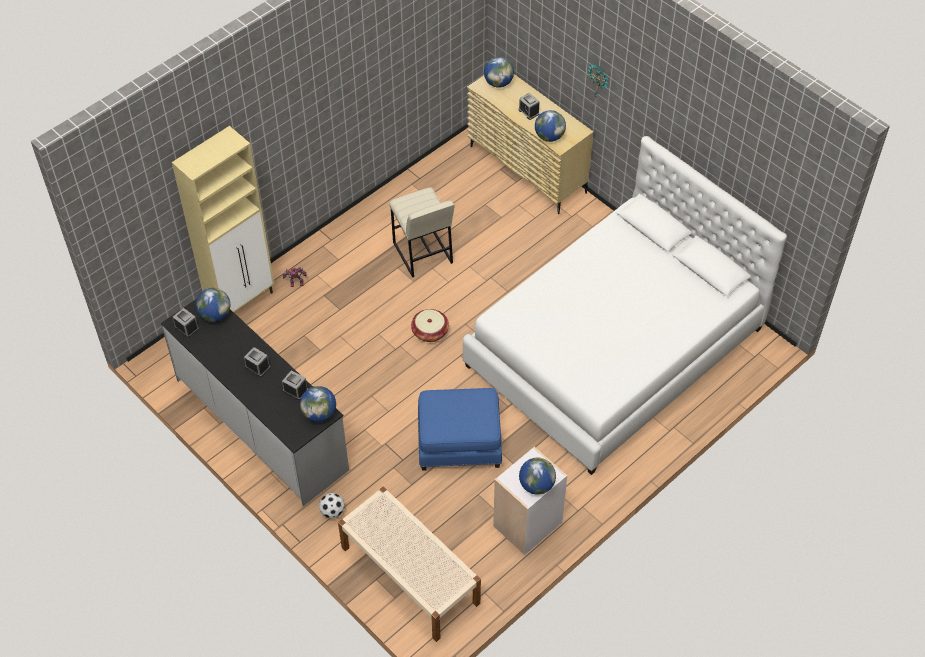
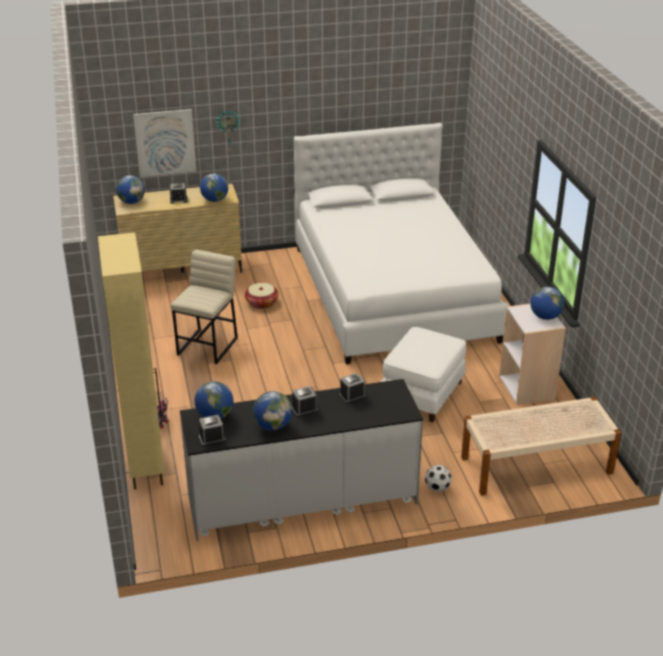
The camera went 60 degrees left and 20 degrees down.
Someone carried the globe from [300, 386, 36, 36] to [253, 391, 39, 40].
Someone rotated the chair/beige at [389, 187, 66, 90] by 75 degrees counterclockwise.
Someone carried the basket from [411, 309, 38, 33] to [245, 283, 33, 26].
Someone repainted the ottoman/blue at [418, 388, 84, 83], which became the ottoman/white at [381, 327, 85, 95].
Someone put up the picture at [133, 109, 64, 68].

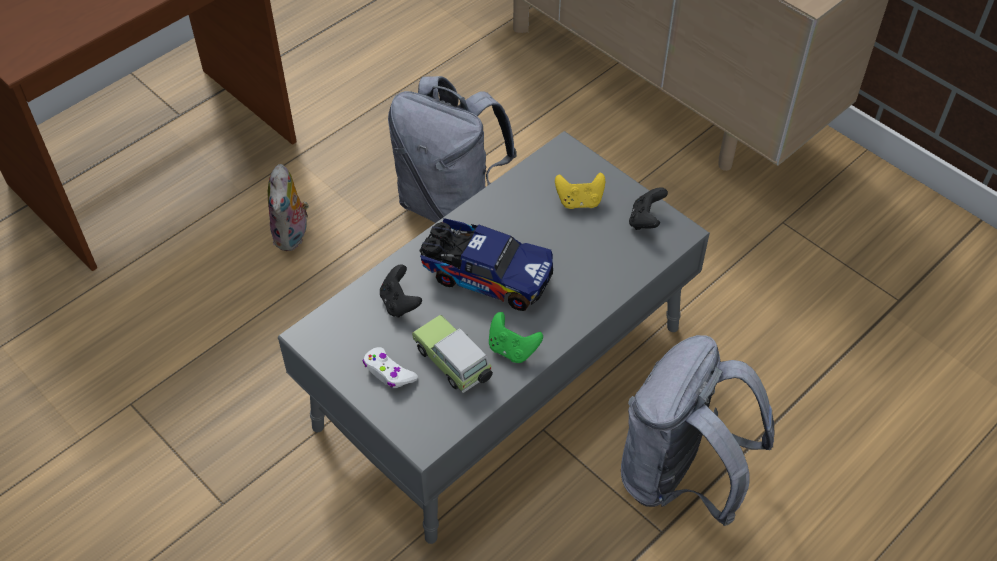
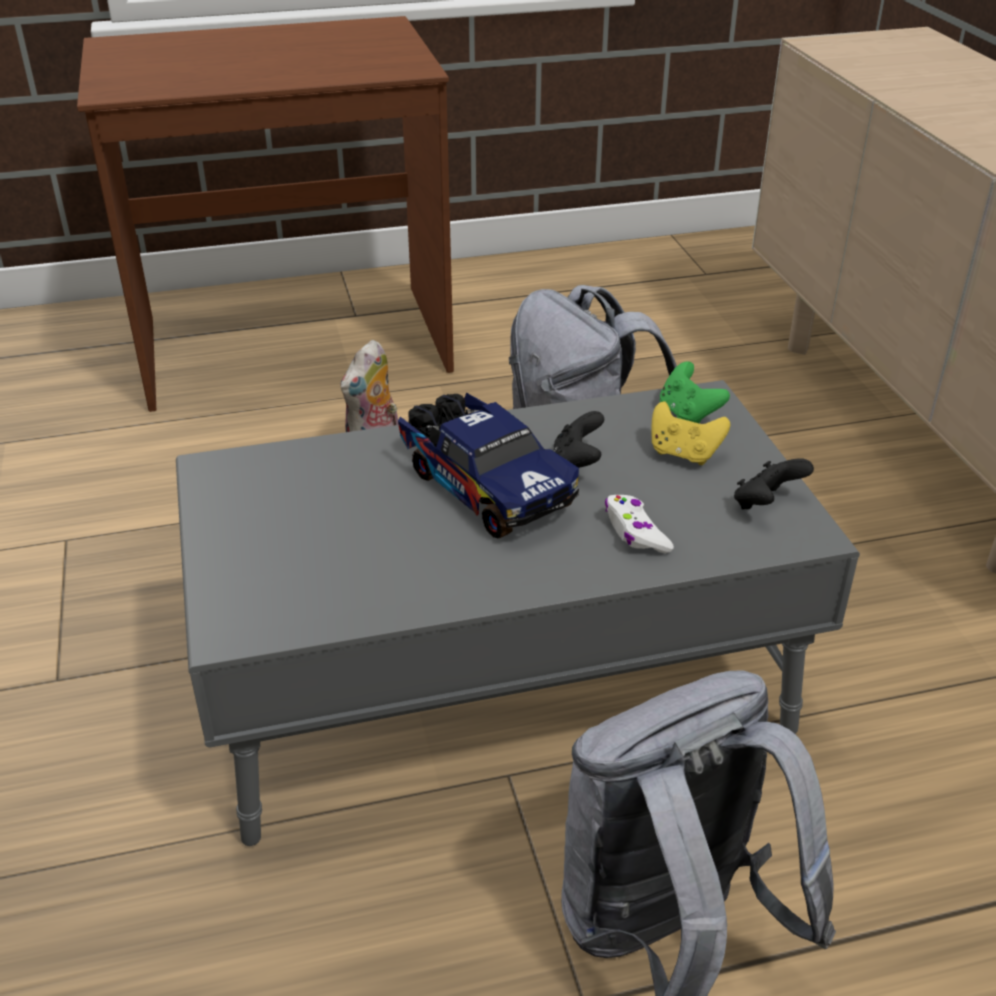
The camera went 30 degrees right and 15 degrees down.
Someone carried the game controller/white from [362, 347, 56, 41] to [605, 495, 69, 58].
Someone carried the game controller/black from [380, 264, 42, 53] to [554, 411, 50, 57].
Someone took away the toy car at [412, 314, 81, 79].
Someone carried the game controller/green from [489, 312, 54, 51] to [660, 361, 70, 62].

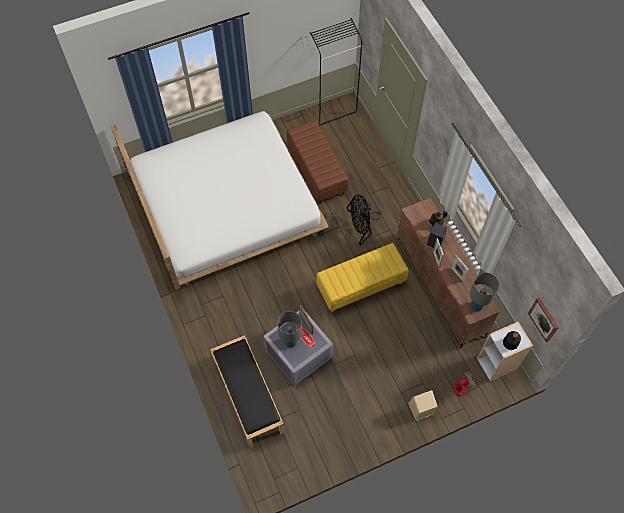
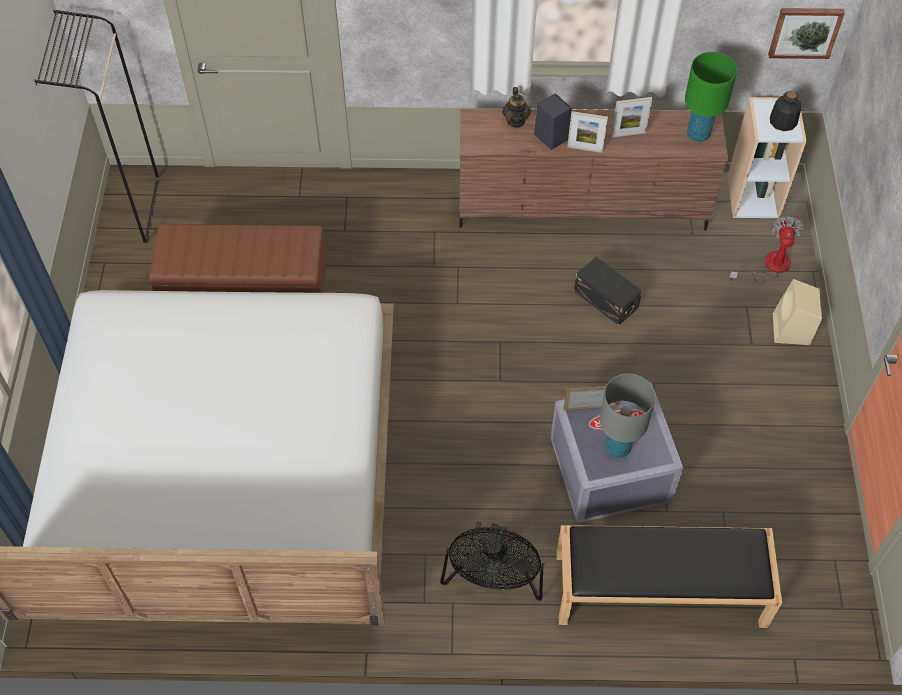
The camera went 65 degrees left and 5 degrees down.
Someone took away the ottoman/yellow at [316, 243, 93, 69].
Someone carried the fan/black from [347, 194, 35, 51] to [440, 520, 105, 81].
Someone repainted the table lamp/grey at [470, 273, 29, 38], which became the table lamp/green at [685, 52, 52, 90].
Someone put down the storage box/black at [574, 257, 68, 69].

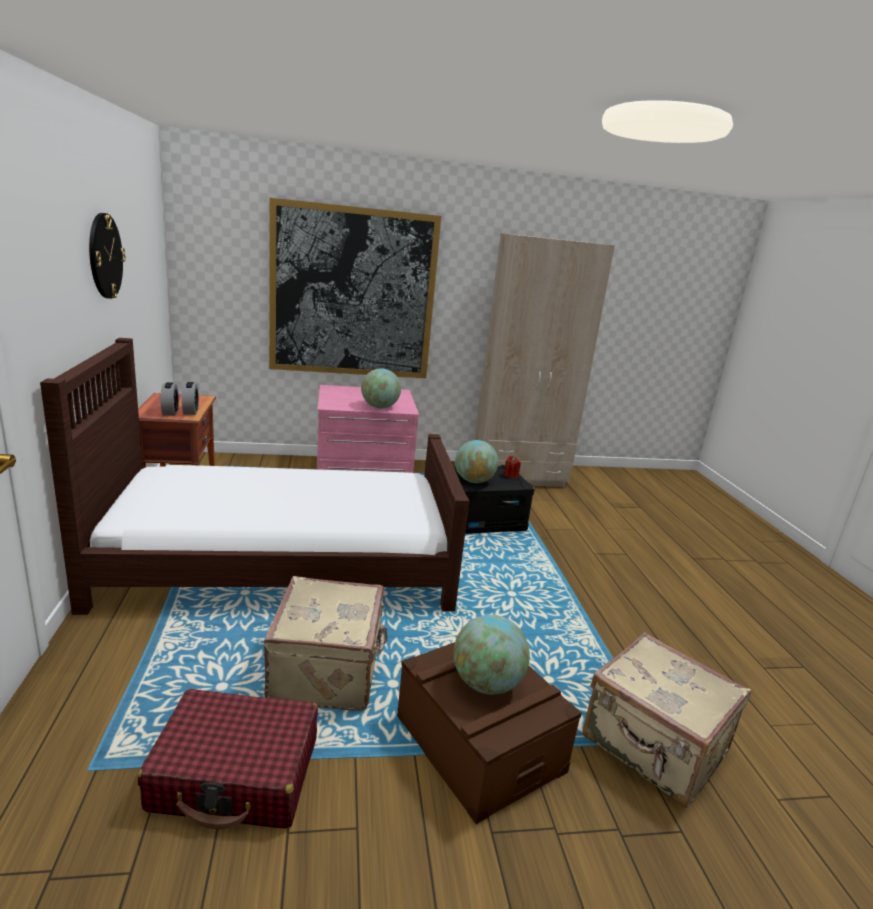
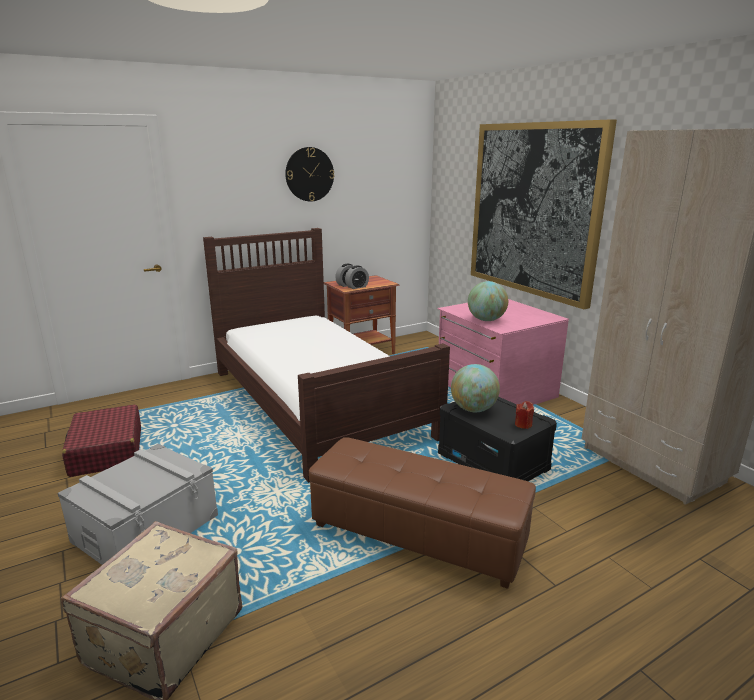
The camera went 70 degrees right and 0 degrees up.
Someone took away the suitcase/beige at [264, 576, 123, 135].
Someone repainted the storage box/brown at [397, 642, 185, 182], which became the storage box/grey at [57, 444, 161, 121].
Someone took away the globe at [454, 615, 76, 80].
Someone put down the ottoman/brown at [309, 437, 227, 152].

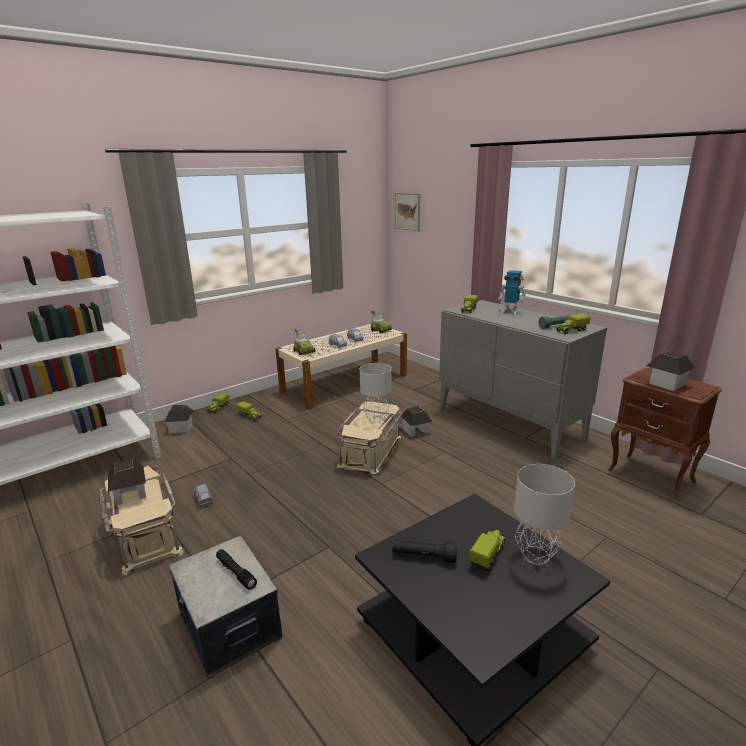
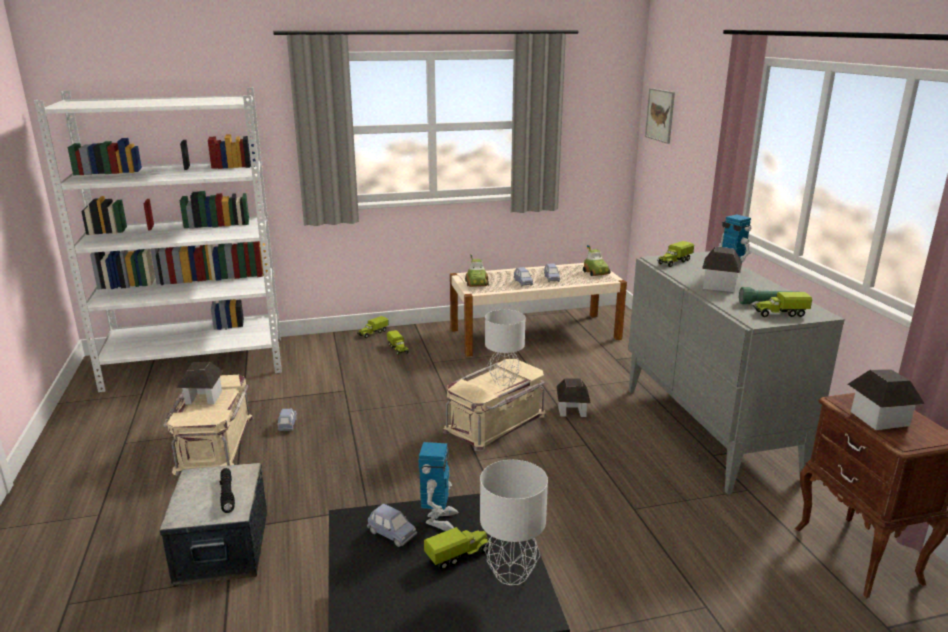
The camera went 25 degrees right and 0 degrees up.
Someone carried the toy house from [164, 404, 30, 30] to [702, 246, 40, 46].
Someone swapped the flashlight/black at [392, 539, 65, 24] for the toy car/blue at [367, 504, 50, 43].
Someone put down the toy robot at [419, 442, 40, 89].

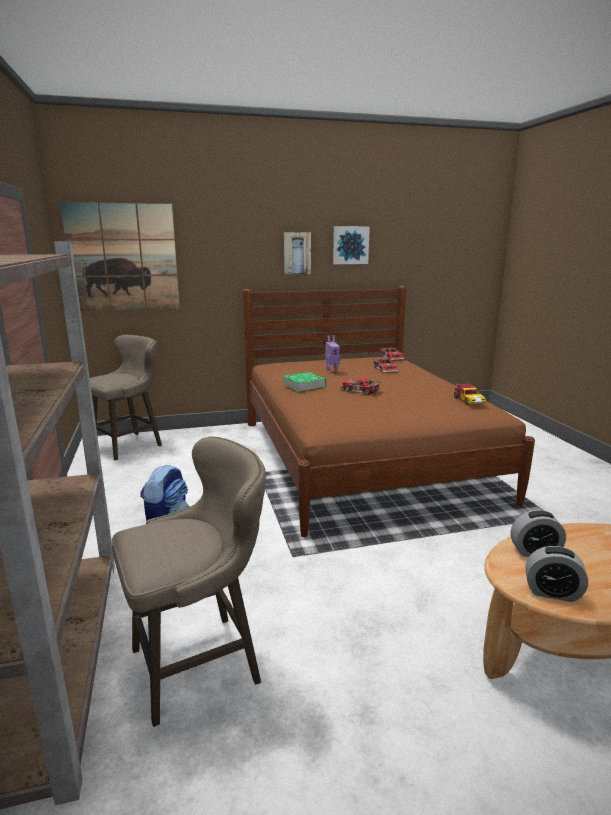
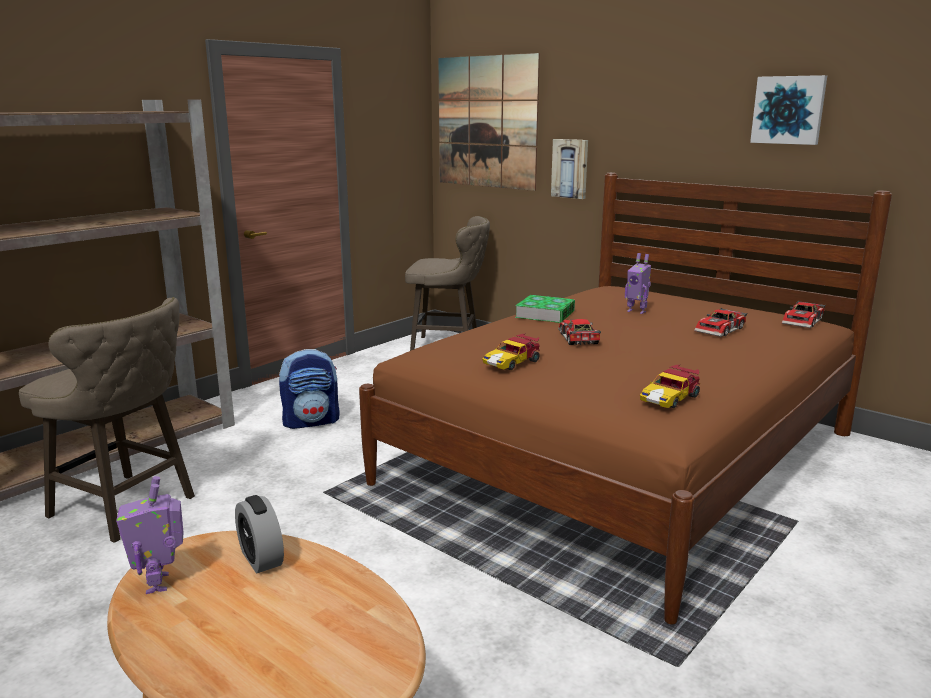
The camera went 55 degrees right and 0 degrees up.
Someone carried the picture from [284, 232, 27, 42] to [551, 139, 37, 60].
Someone swapped the alarm clock at [526, 546, 62, 56] for the toy robot at [116, 476, 68, 118].
Someone put down the toy car at [482, 333, 58, 37].

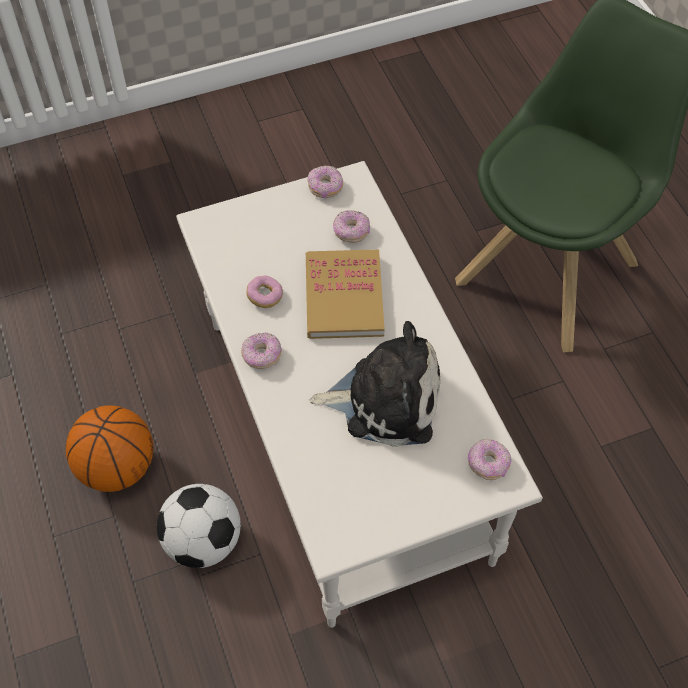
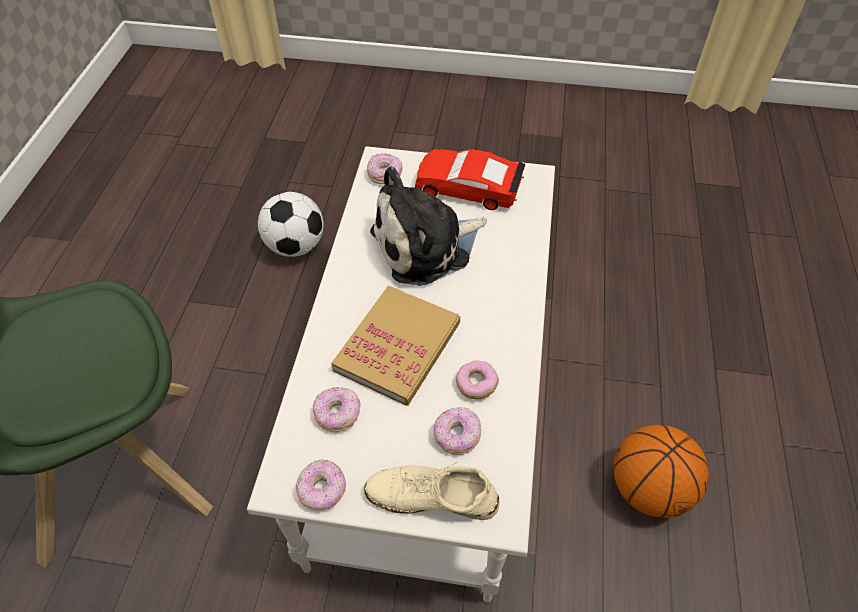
The camera went 150 degrees left and 5 degrees down.
Someone carried the football from [157, 484, 84, 84] to [258, 192, 66, 65].
Someone carried the donut from [241, 333, 41, 36] to [433, 407, 48, 48].
Someone rotated the plush toy at [309, 321, 131, 126] by 60 degrees counterclockwise.
Someone put down the shoe/beige at [364, 462, 135, 58].
Someone put down the toy car/red at [415, 149, 110, 61].

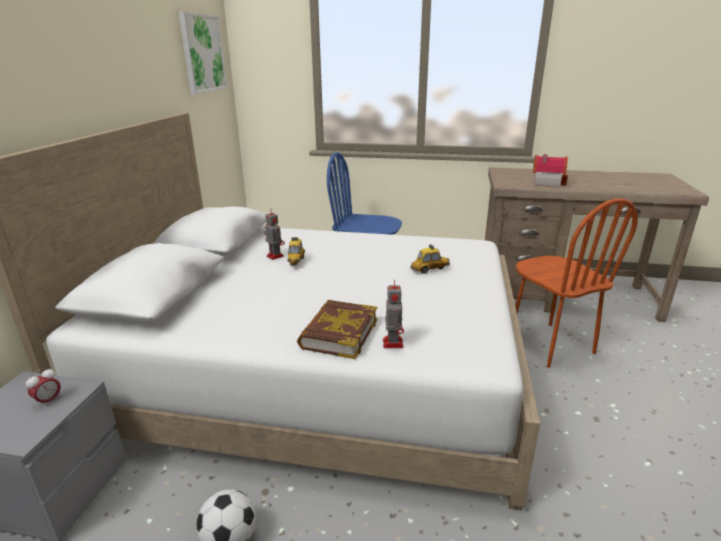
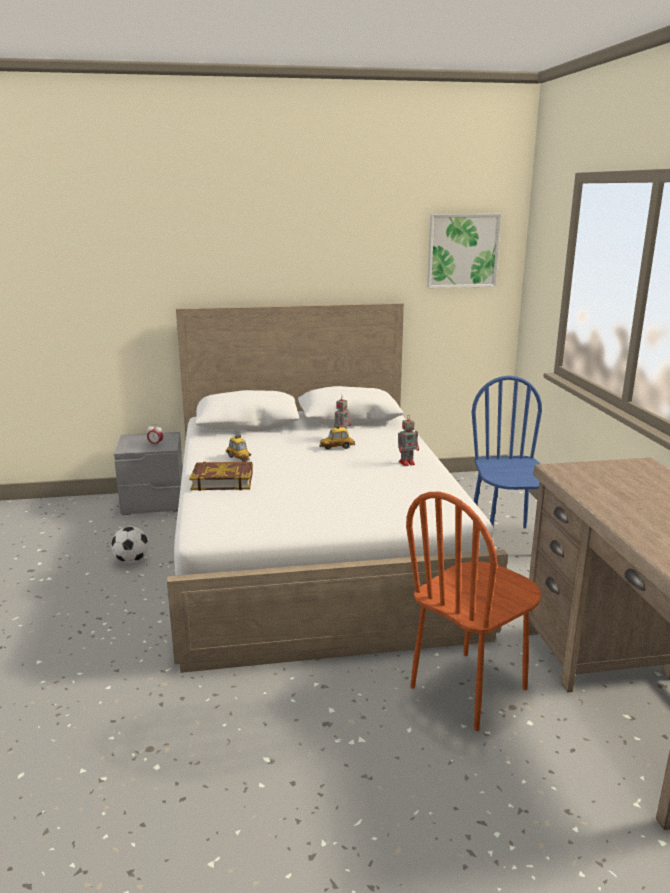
The camera went 70 degrees right and 5 degrees down.
Someone carried the toy robot from [383, 280, 21, 68] to [398, 415, 21, 51].
Someone carried the toy car from [410, 244, 40, 30] to [226, 434, 25, 28].
Someone took away the toy house at [533, 154, 35, 33].

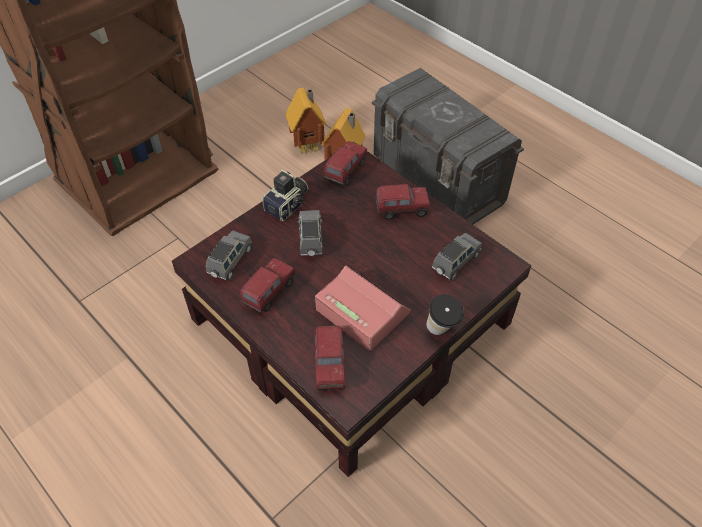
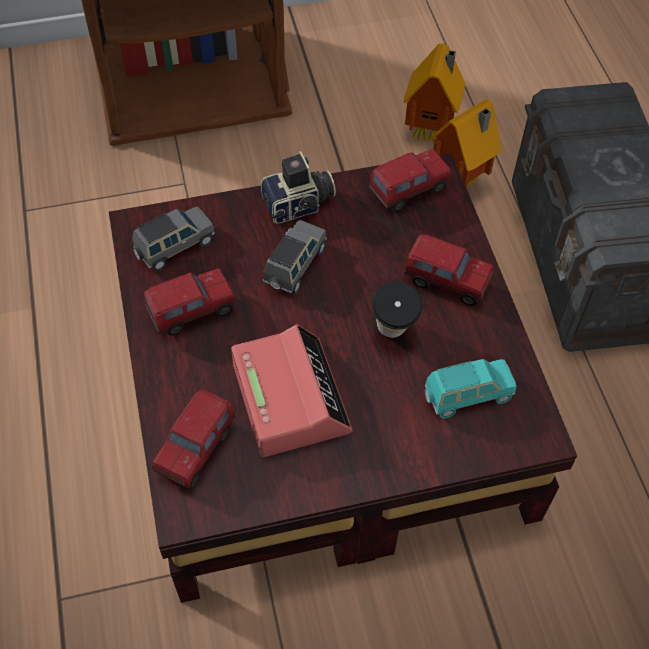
The camera went 30 degrees right and 5 degrees up.
Someone carried the cup from [426, 294, 38, 41] to [372, 282, 51, 56].
Someone repainted the toy car/grey at [432, 233, 50, 48], which became the toy car/turquoise at [425, 359, 92, 60].

